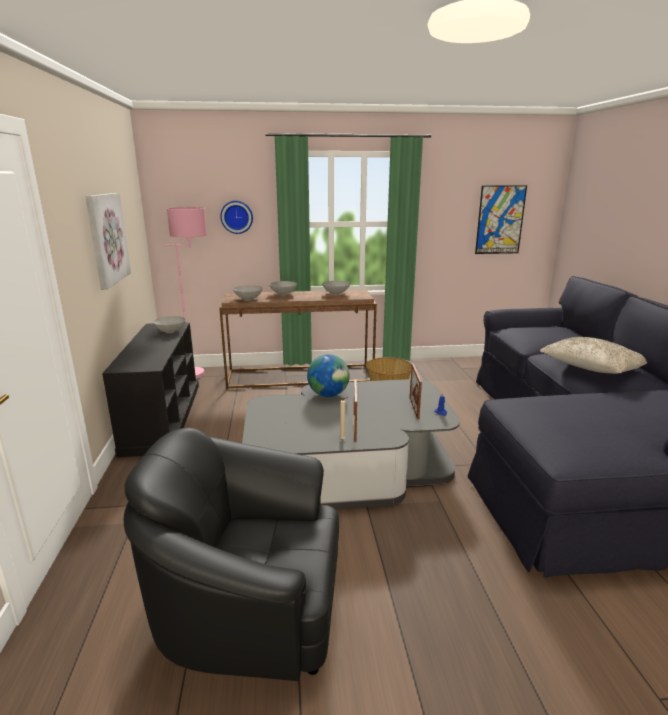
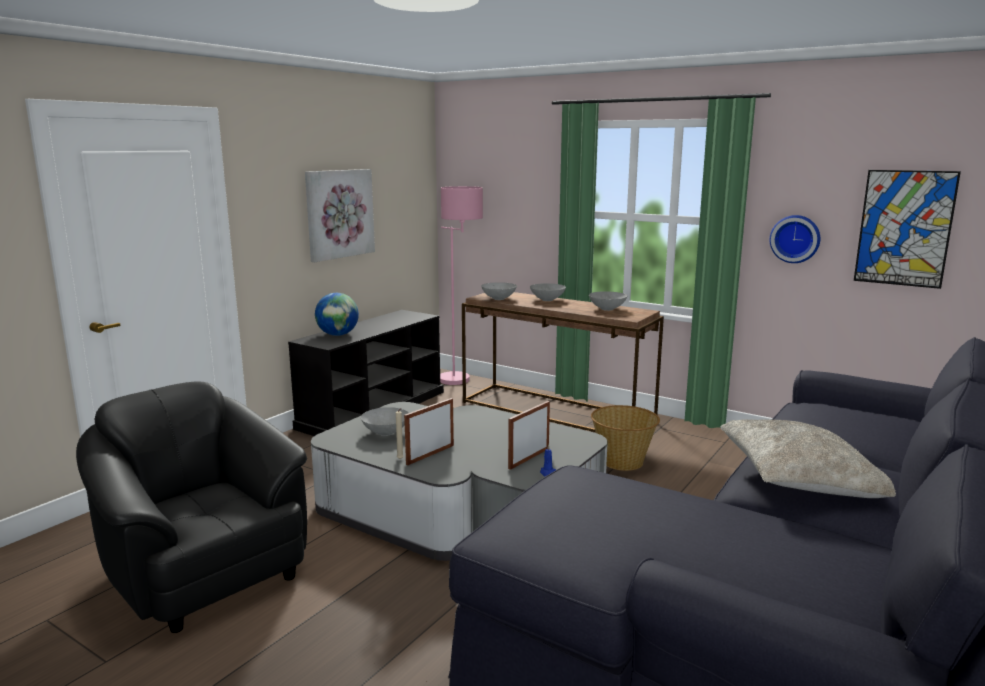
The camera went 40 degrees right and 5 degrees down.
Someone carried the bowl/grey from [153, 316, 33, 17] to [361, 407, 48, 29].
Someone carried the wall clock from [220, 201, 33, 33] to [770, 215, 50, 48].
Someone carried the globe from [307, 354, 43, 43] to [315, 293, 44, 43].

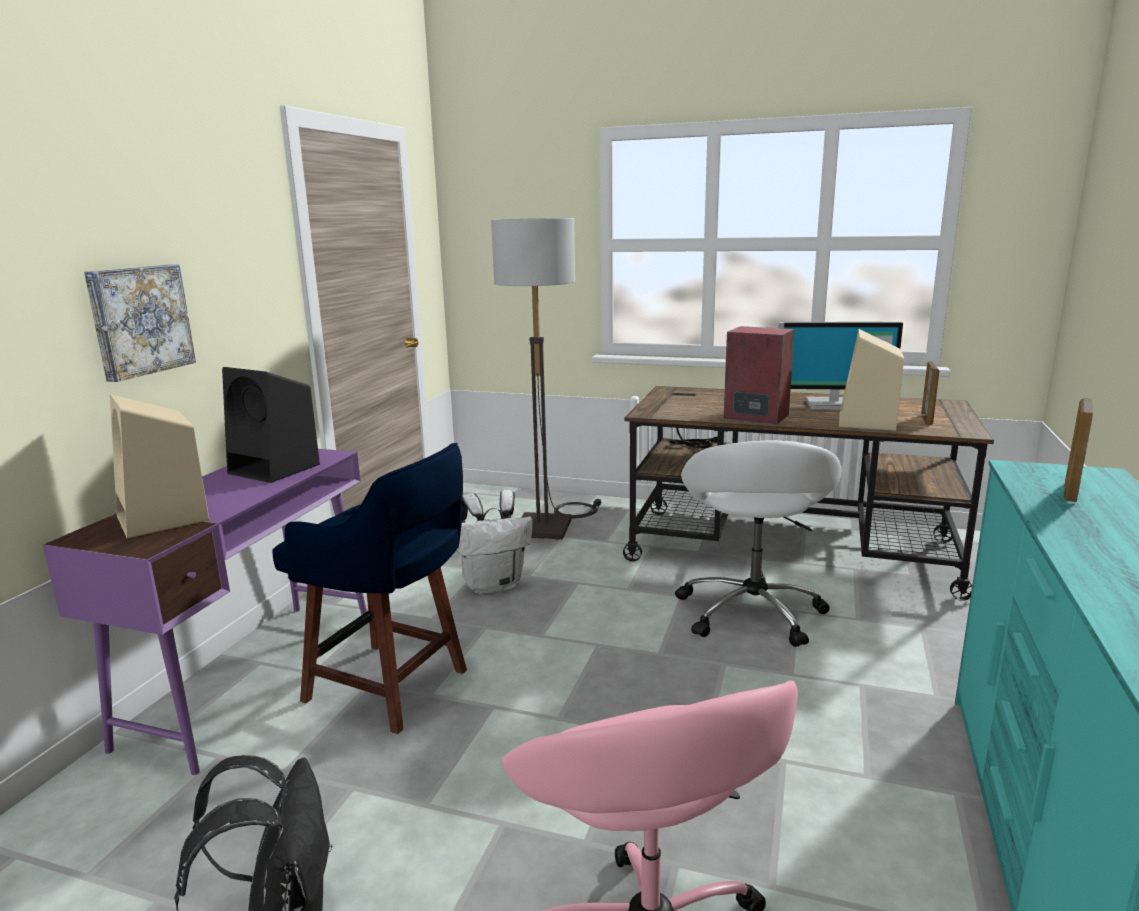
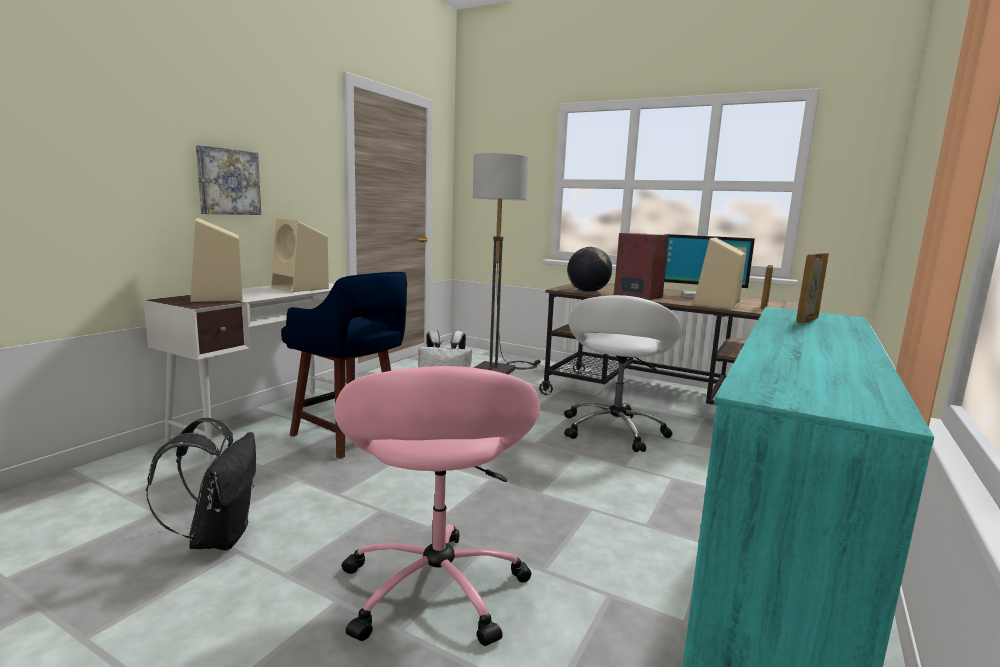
The camera went 10 degrees right and 5 degrees down.
Someone repainted the desk/purple at [42, 449, 325, 326], which became the desk/white at [143, 283, 204, 177].
Someone repainted the speaker/black at [222, 367, 98, 116], which became the speaker/beige at [271, 219, 58, 73].
Someone put down the globe at [567, 247, 45, 45].

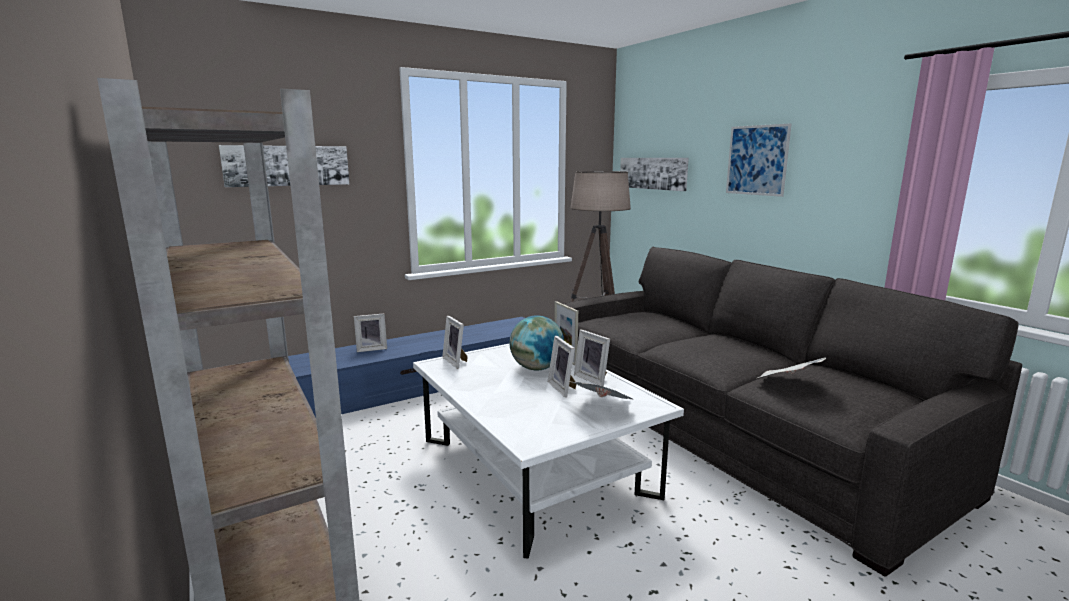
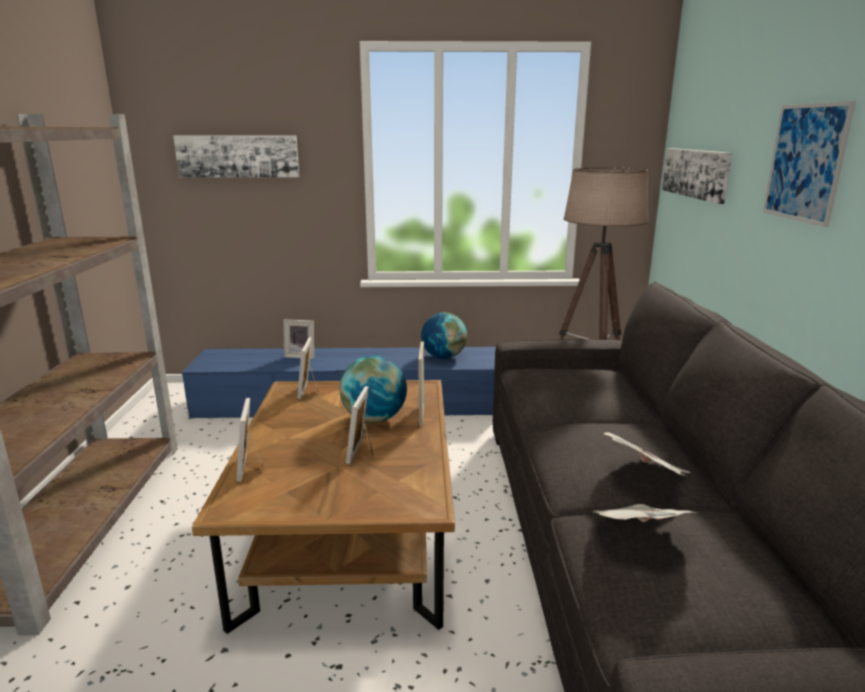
The camera went 30 degrees right and 5 degrees up.
Someone repainted the coffee table/white at [413, 344, 271, 215], which became the coffee table/brown at [192, 380, 263, 254].
Someone carried the newspaper from [568, 381, 64, 19] to [604, 432, 87, 45].
Someone carried the picture frame from [574, 329, 36, 57] to [237, 398, 27, 84].
Someone put down the globe at [421, 313, 46, 46].

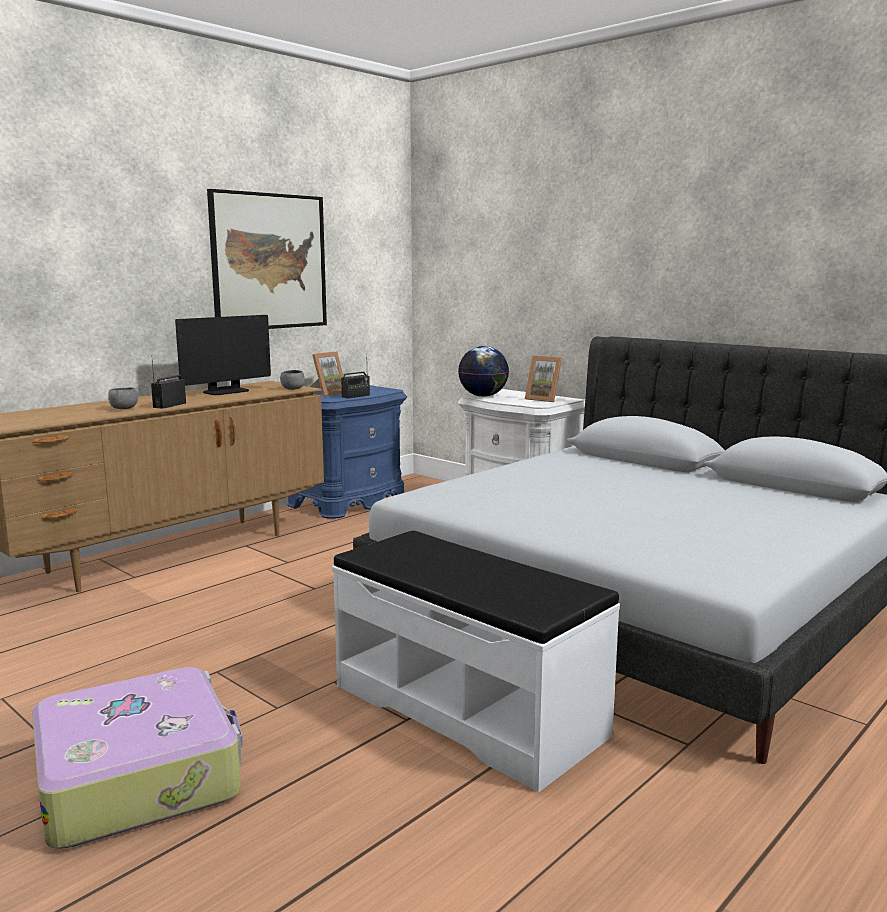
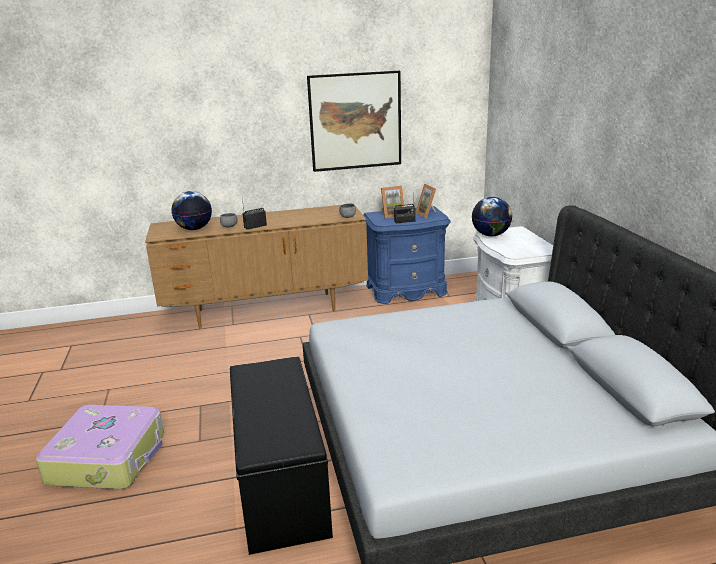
The camera went 35 degrees right and 10 degrees up.
Someone took away the monitor at [175, 315, 96, 80].
Someone repainted the bench/white at [332, 530, 288, 263], which became the bench/black at [230, 357, 103, 198].
Someone carried the picture frame from [525, 356, 37, 46] to [415, 184, 21, 34].
Someone put down the globe at [171, 191, 41, 39].

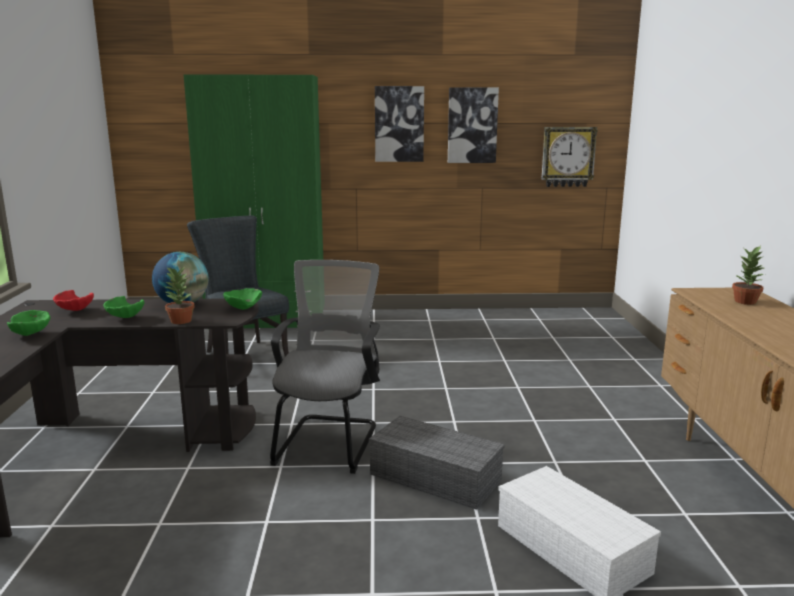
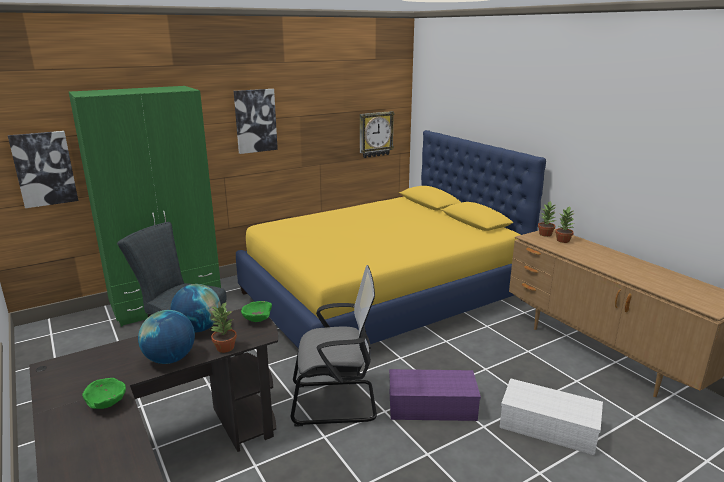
The camera went 30 degrees left and 5 degrees up.
Someone took away the bowl/red at [53, 290, 41, 21].
Someone swapped the bowl/green at [103, 296, 41, 22] for the globe at [138, 310, 57, 54].
Someone rotated the chair at [270, 260, 110, 214] by 105 degrees clockwise.
Someone repainted the storage box/grey at [369, 416, 136, 94], which became the storage box/purple at [389, 369, 92, 52].
Someone carried the picture from [448, 88, 51, 75] to [8, 131, 70, 77].
Someone put down the bed/yellow at [236, 130, 310, 219].
Someone put down the potted plant at [538, 201, 17, 36].

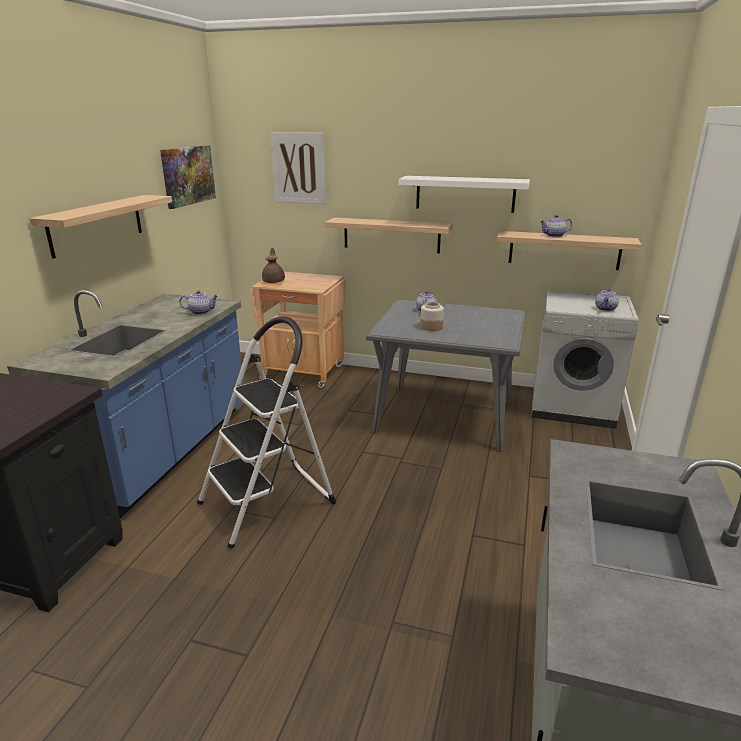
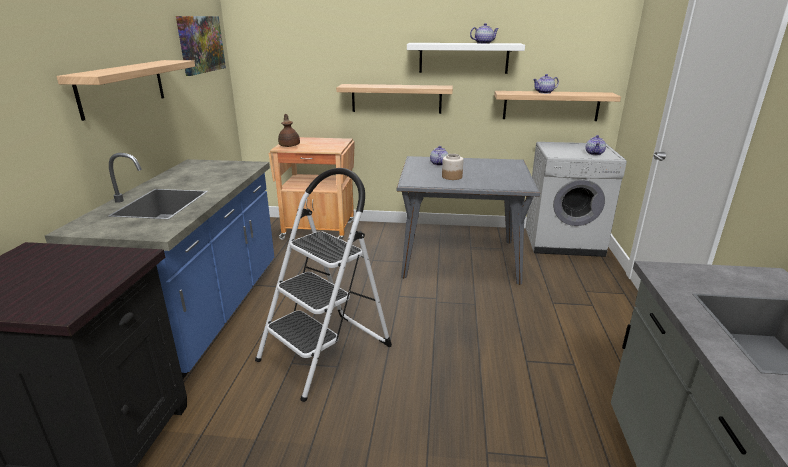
The camera went 10 degrees left and 0 degrees up.
Someone carried the teapot from [179, 290, 39, 25] to [470, 23, 29, 21].
Someone took away the picture at [271, 132, 55, 72].

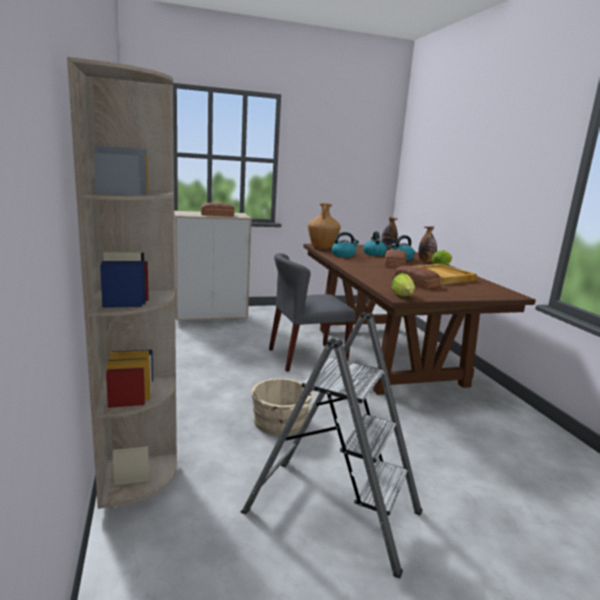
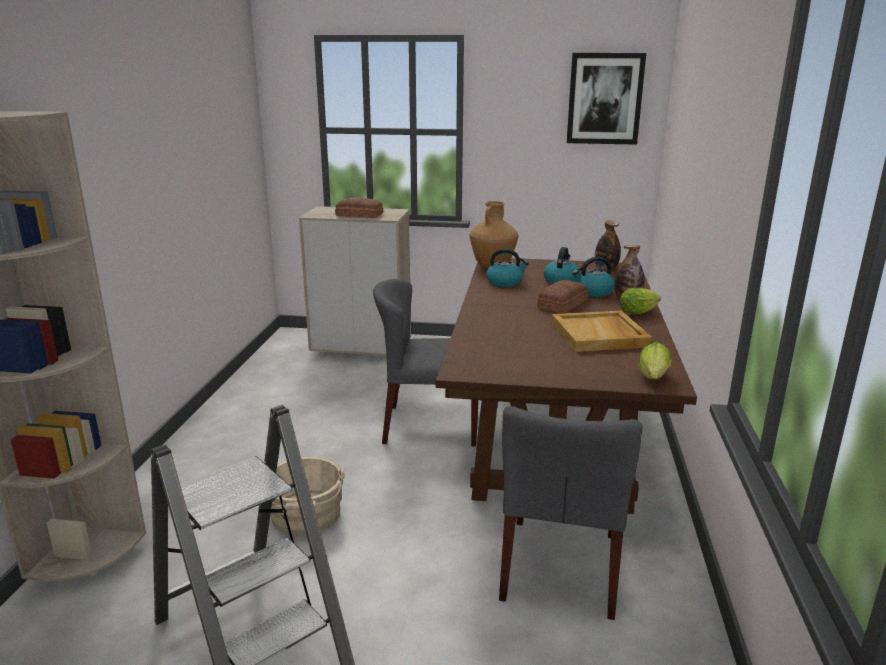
The camera went 25 degrees right and 5 degrees up.
Someone carried the lettuce from [392, 273, 23, 23] to [638, 342, 34, 37].
Someone took away the bread at [393, 266, 47, 23].
Someone put down the chair/grey at [499, 406, 144, 214].
Someone put up the picture at [567, 53, 79, 92].

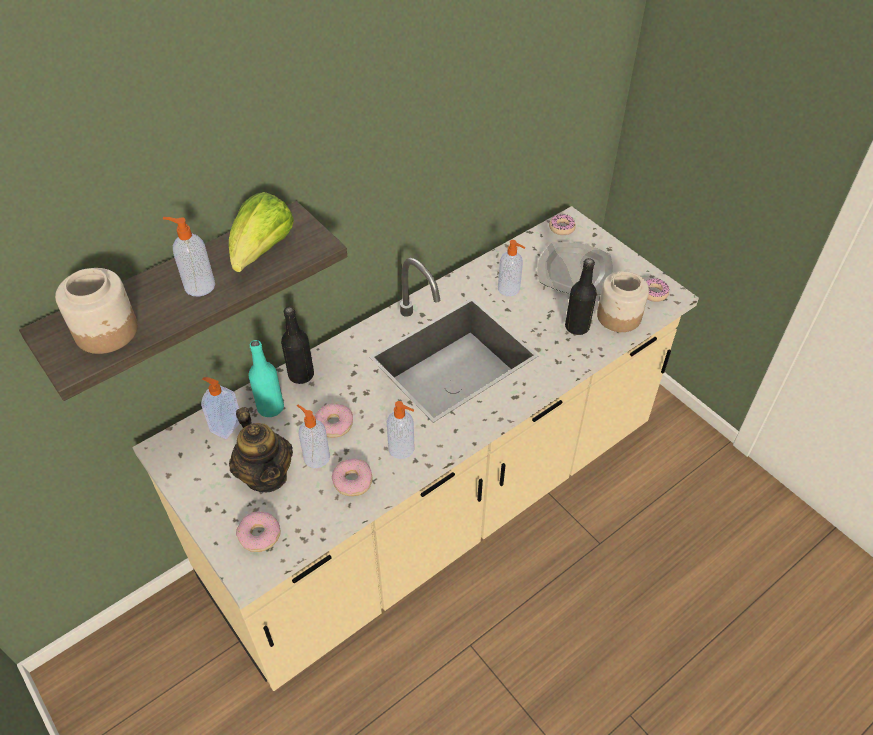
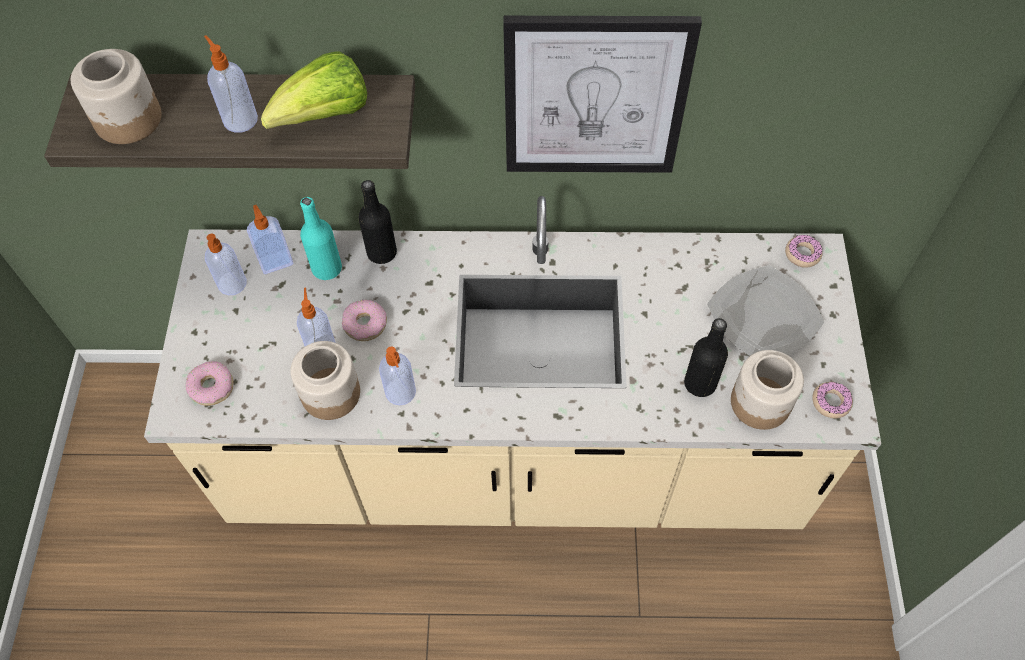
The camera went 40 degrees right and 10 degrees up.
Someone took away the teapot at [229, 407, 64, 85].
Someone swapped the donut at [332, 458, 41, 38] for the jar at [290, 341, 70, 79].
Someone carried the soap dispenser from [498, 240, 27, 56] to [205, 234, 42, 61].
Someone put up the picture at [503, 16, 199, 157].

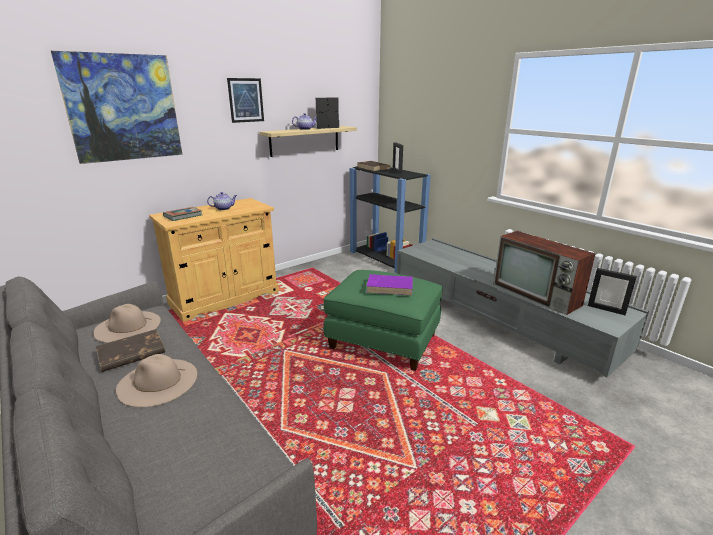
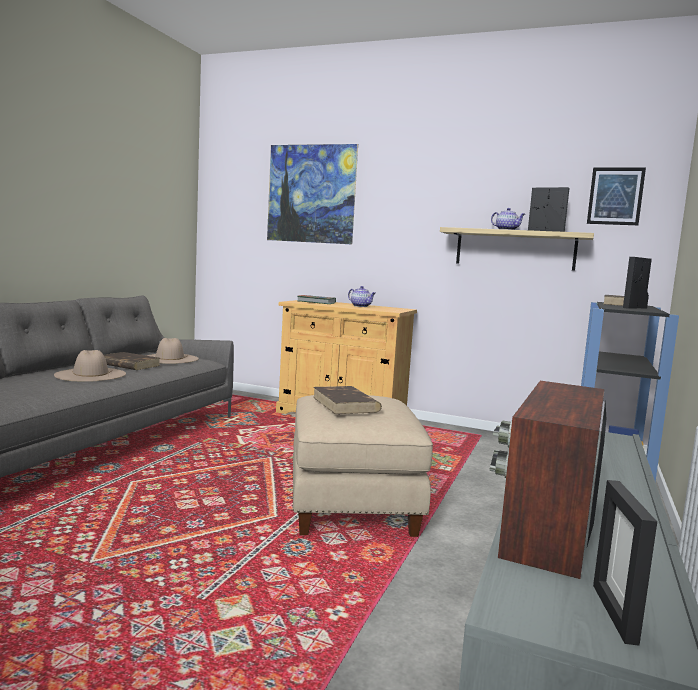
The camera went 60 degrees right and 15 degrees down.
Someone carried the picture from [227, 78, 37, 45] to [587, 168, 59, 57].
Someone repainted the ottoman/green at [323, 270, 120, 101], which became the ottoman/beige at [293, 395, 140, 142].
Someone repainted the book/purple at [366, 274, 47, 22], which became the book/brown at [313, 386, 69, 28].

